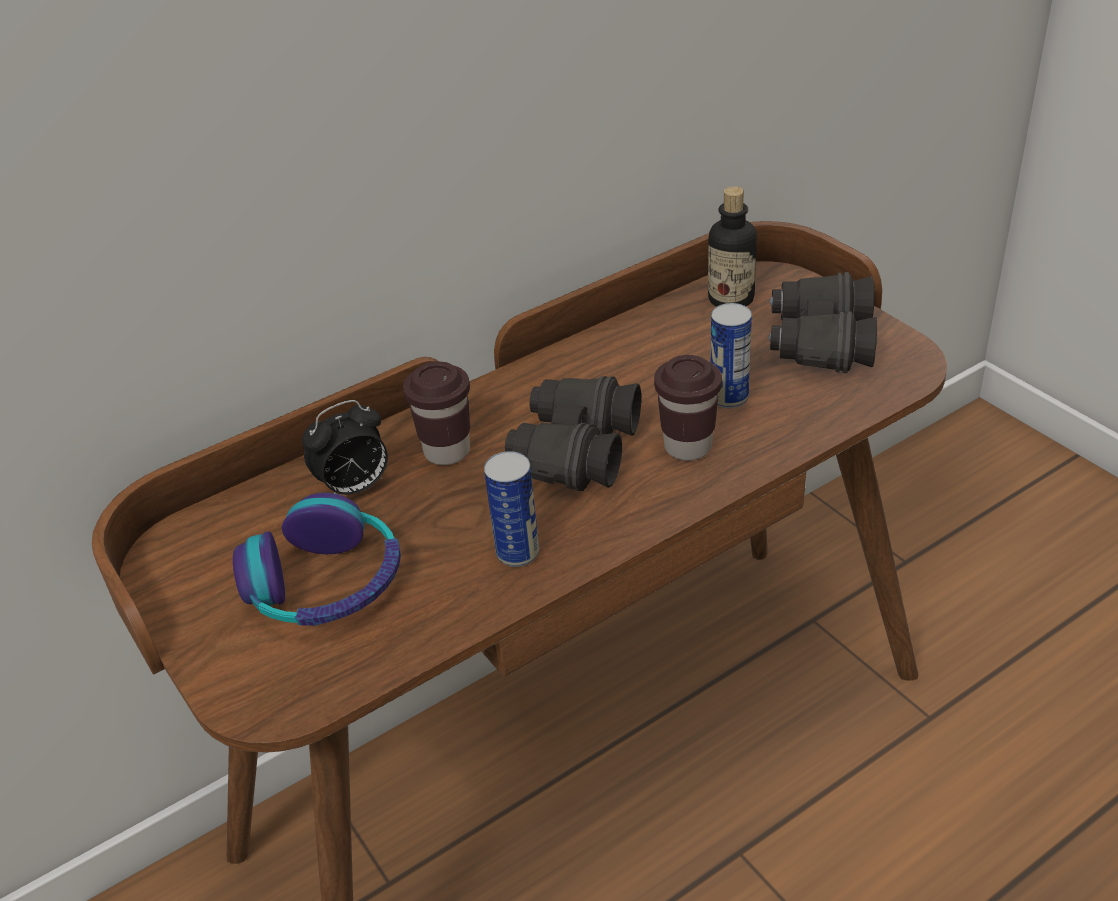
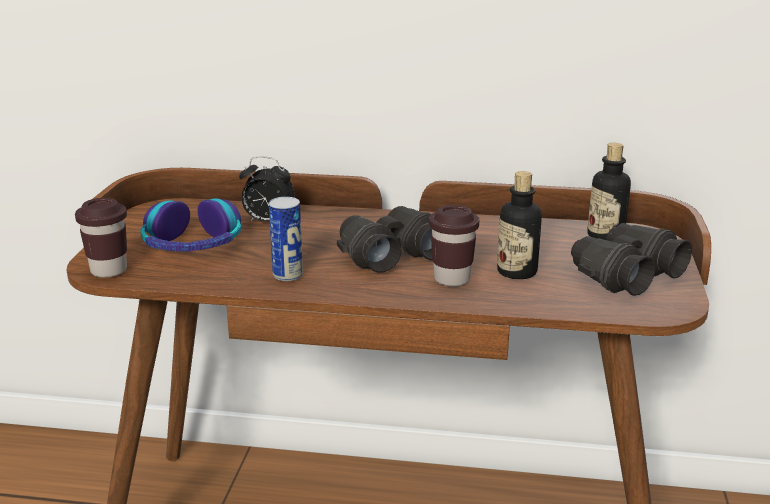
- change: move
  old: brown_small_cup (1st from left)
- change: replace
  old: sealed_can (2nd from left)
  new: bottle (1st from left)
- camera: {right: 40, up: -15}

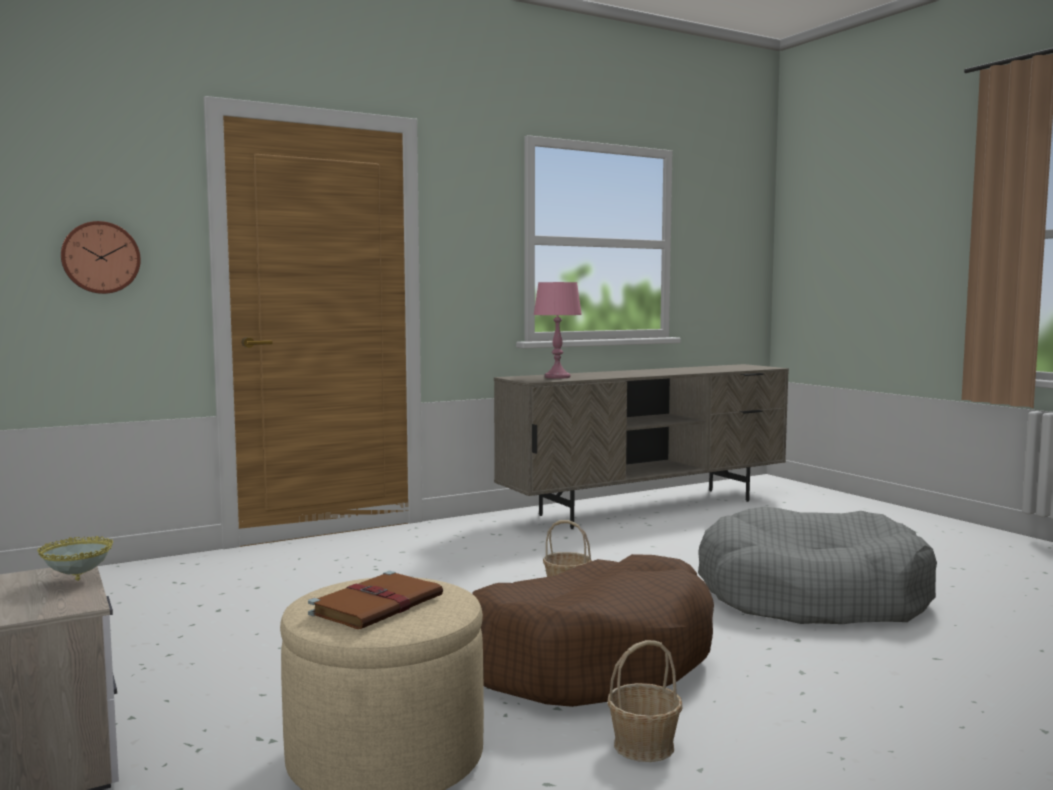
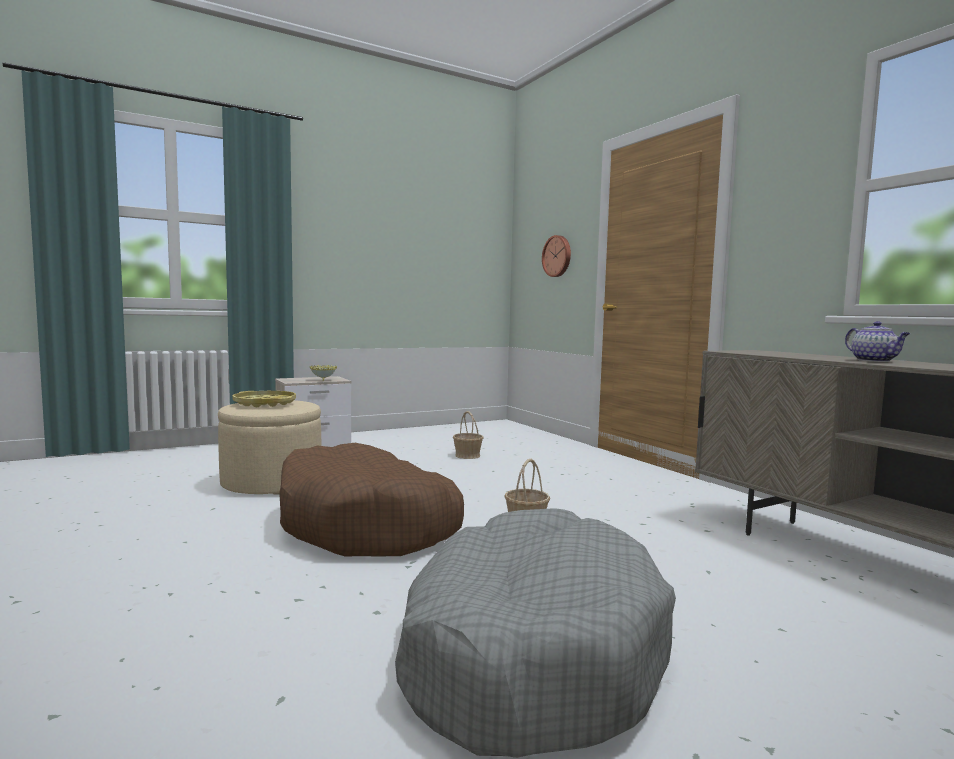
- change: delete
  old: pinkish_table_lamp
- change: insert
  new: pot_for_tea
- change: move
  old: household_basket (2nd from left in the first image)
  new: household_basket (1st from left)
- change: replace
  old: brown_bound_book
  new: yellow-coloured_serving_tray
- camera: {right: 90, up: 0}

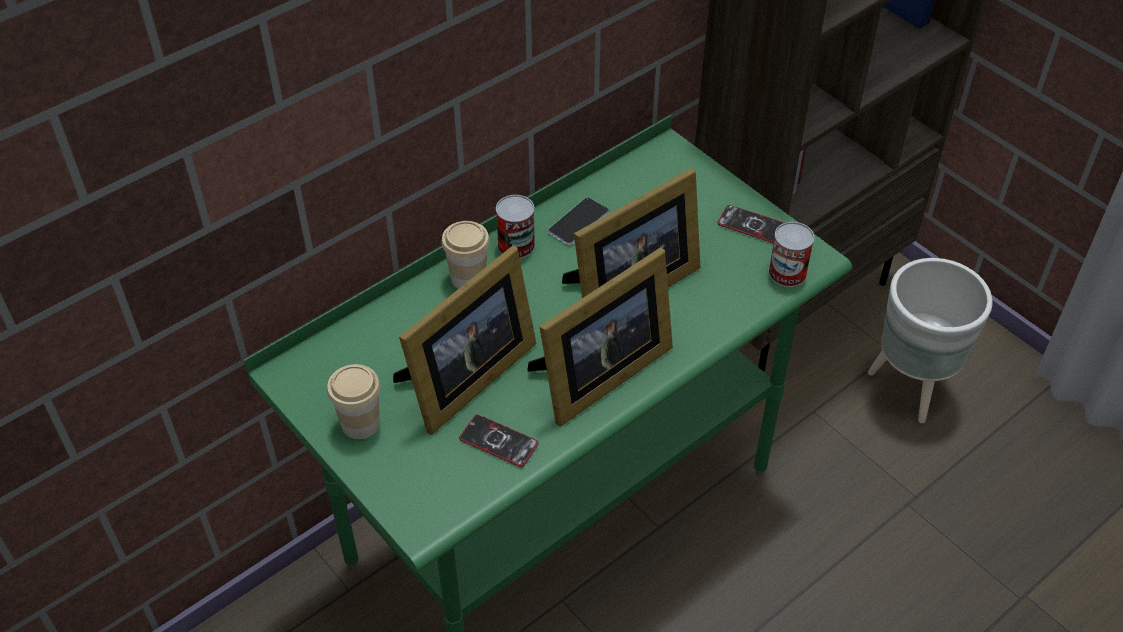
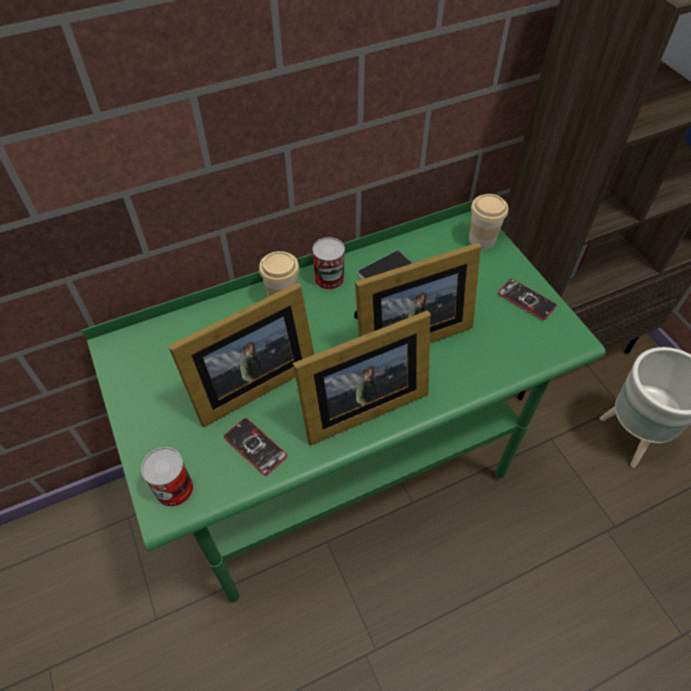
- change: move
  old: small_cup (1st from left in the first image)
  new: small_cup (2nd from left)
- change: move
  old: sealed_can (2nd from left in the first image)
  new: sealed_can (1st from left)
- camera: {right: 15, up: 5}

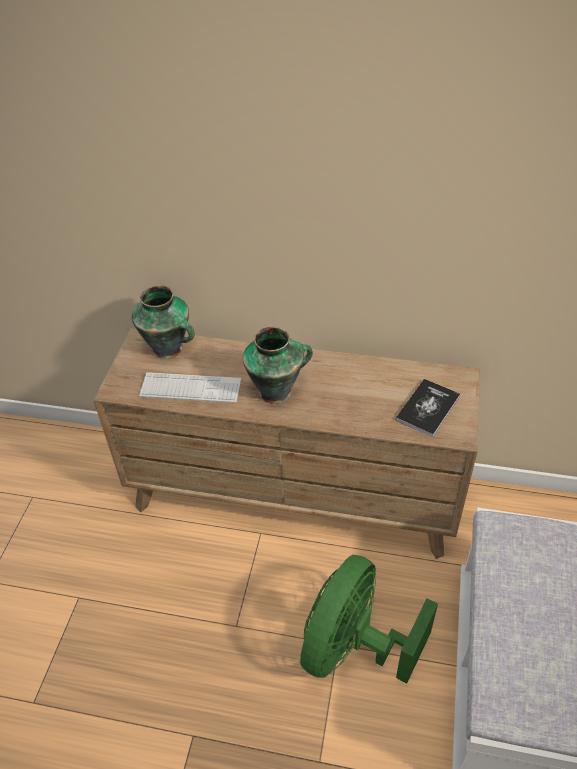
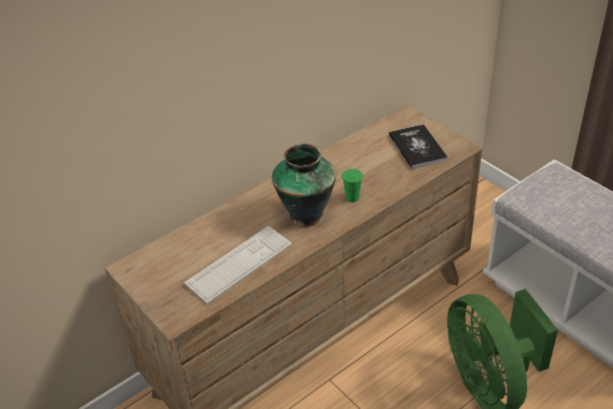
- change: delete
  old: vase (1st from left)
- change: insert
  new: green_small_cup
- camera: {right: -50, up: -5}

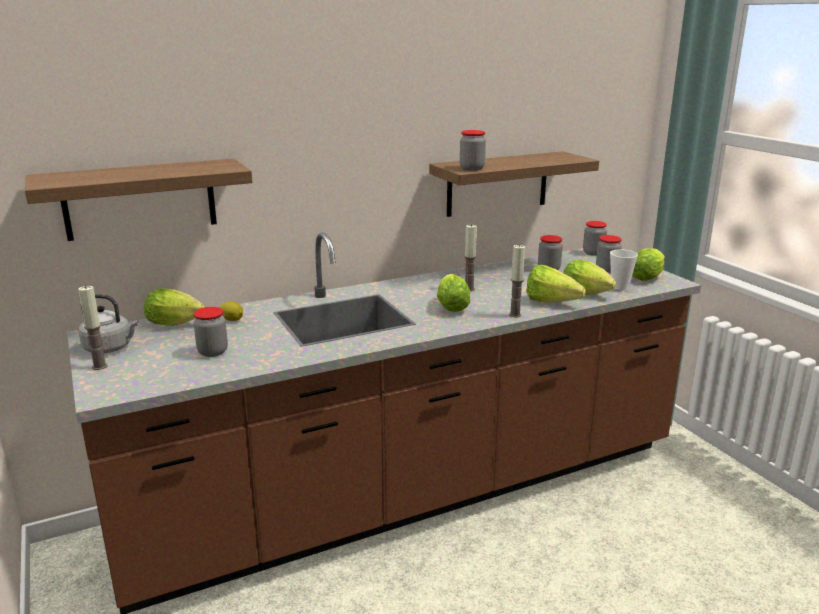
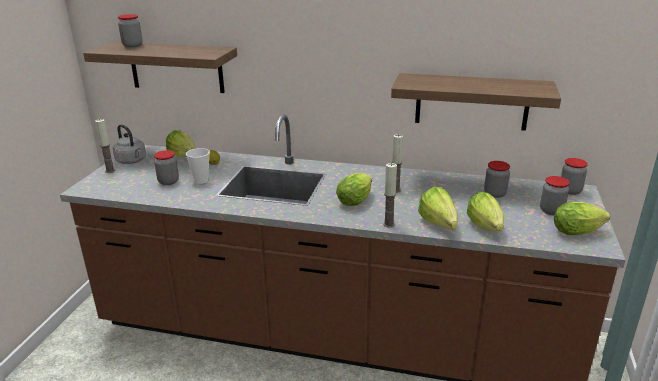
- change: move
  old: jar (2nd from left in the first image)
  new: jar (1st from left)
- change: move
  old: small_cup
- camera: {right: 40, up: 5}

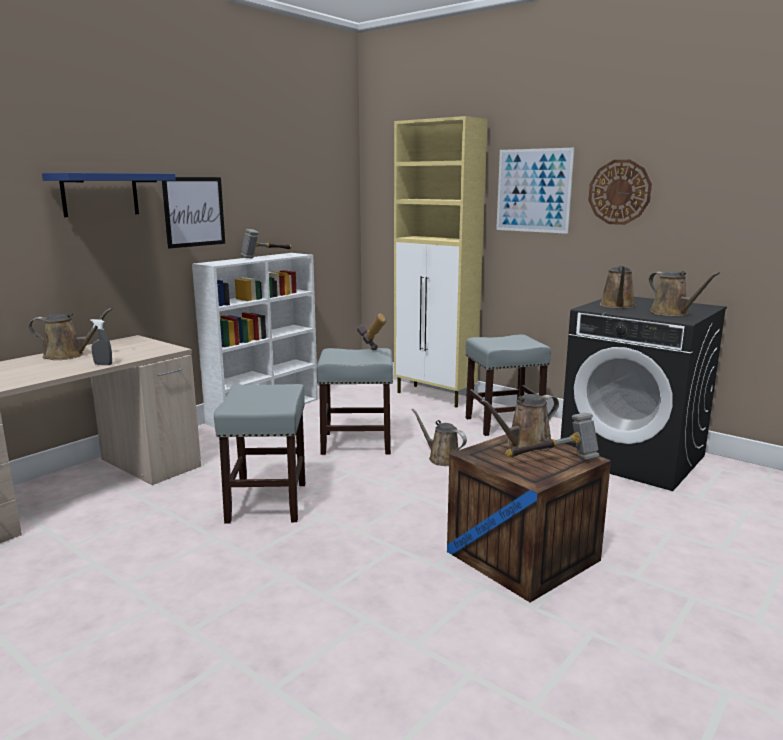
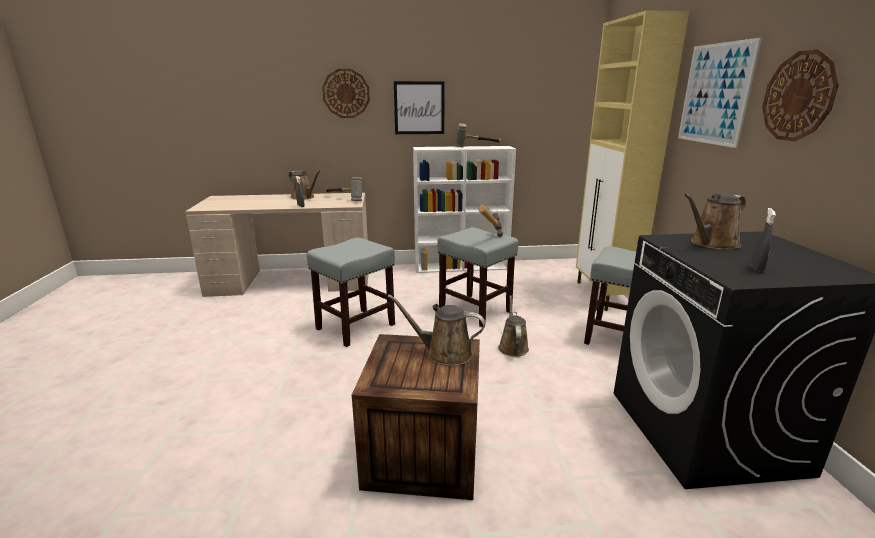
- change: move
  old: hand_hammer (3rd from left in the first image)
  new: hand_hammer (1st from left)
- change: replace
  old: blue_wall_shelf
  new: hanging_clock (1st from left)
- change: replace
  old: brown_sprinkling_can (5th from left)
  new: grey_spray_bottle (2nd from left)
- camera: {right: 45, up: 5}

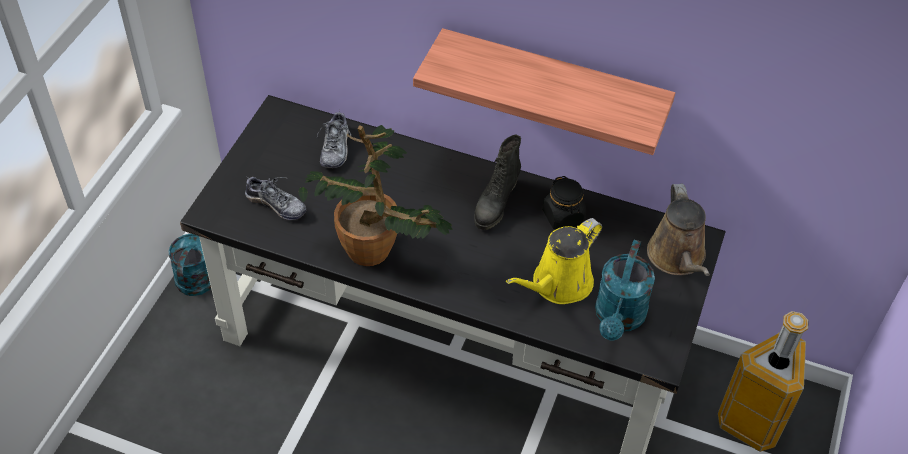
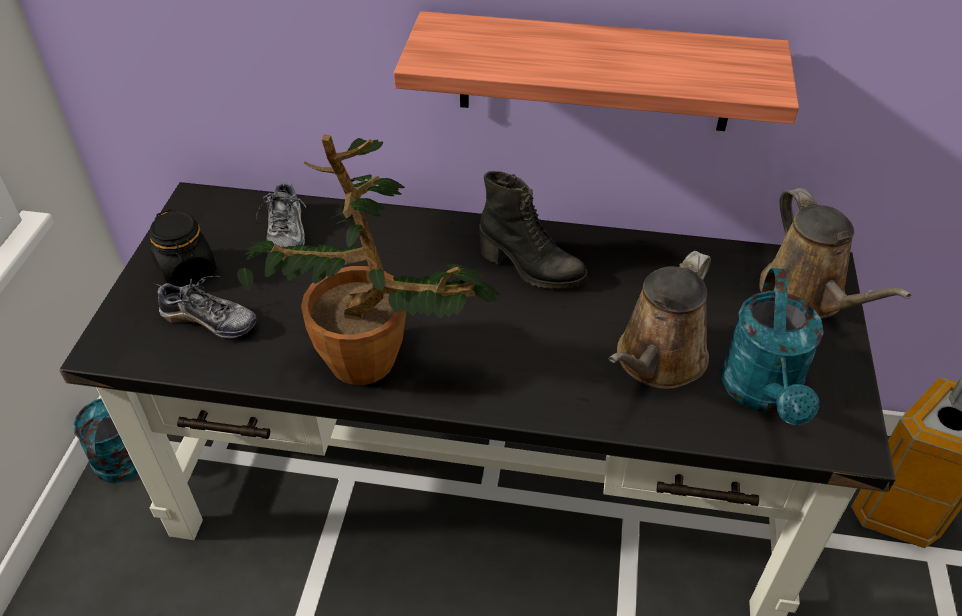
- change: move
  old: blackish_jar
- change: recolor
  old: yellow-coloured_sprinkling_can
  new: brown_sprinkling_can (1st from left)
- change: rotate
  old: blackish_high-top_boot
  degrees: -75
- camera: {right: -10, up: -5}

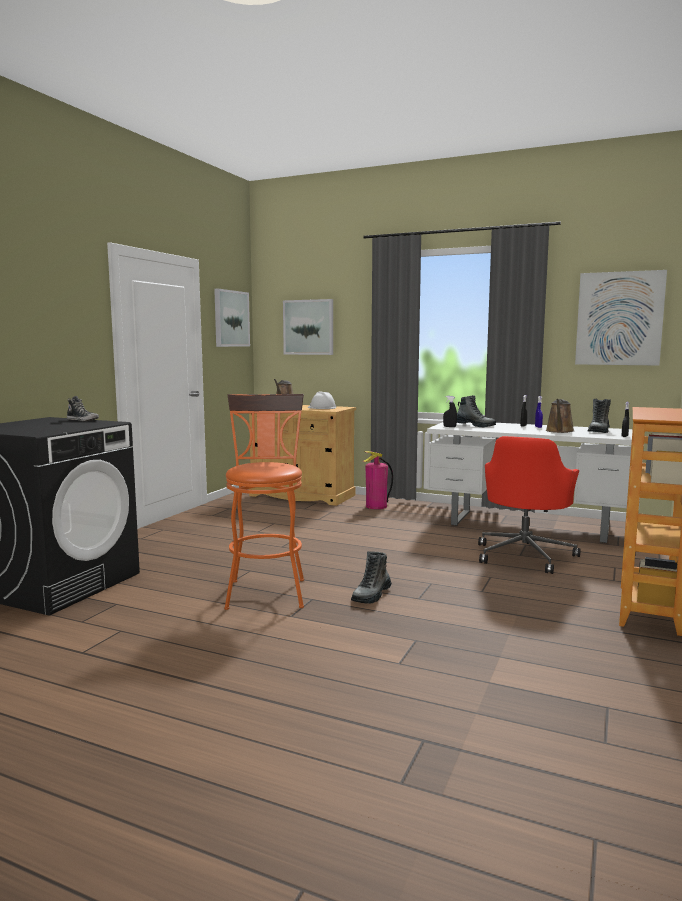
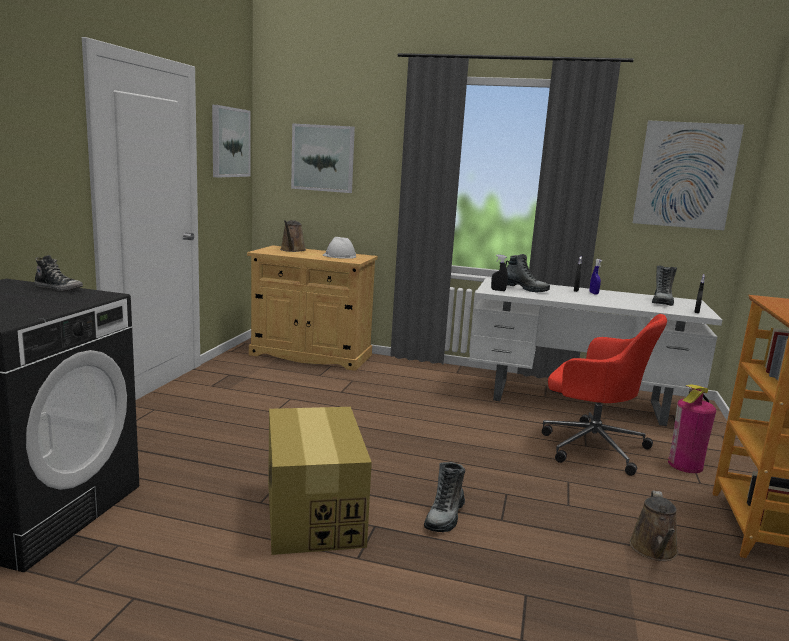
- change: move
  old: fire-fighting_cylinder
- change: move
  old: brown_sprinkling_can (2nd from left)
- change: replace
  old: orangey_stool
  new: carton
- change: rotate
  old: reddish_computer_chair
  degrees: -75
- camera: {right: -10, up: 5}

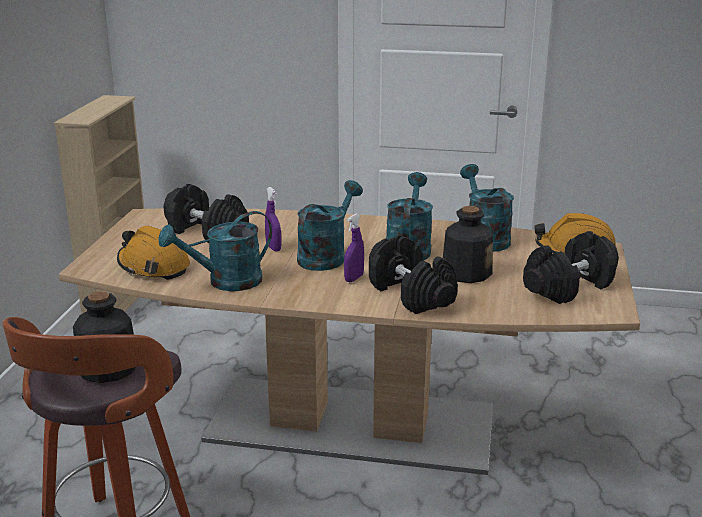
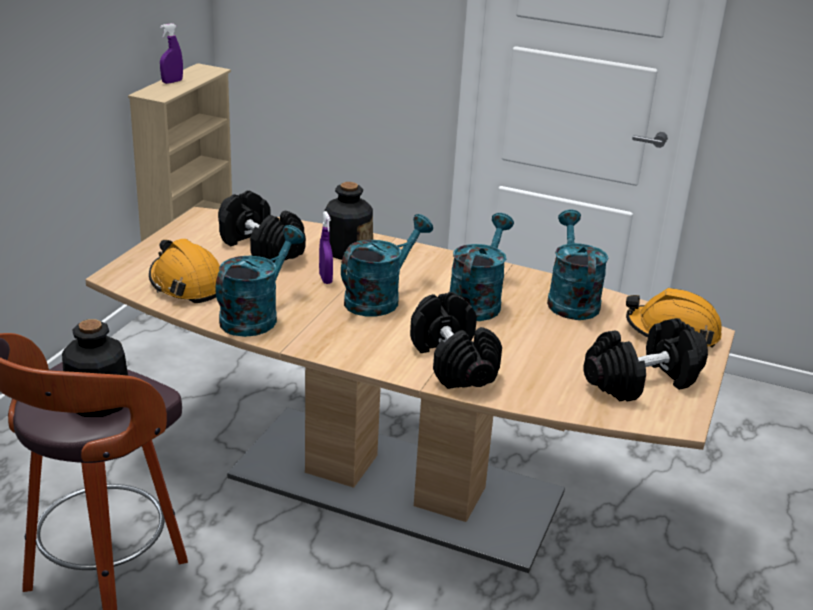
- change: move
  old: purple-coloured_spray_bottle (2nd from left in the first image)
  new: purple-coloured_spray_bottle (1st from left)
- change: move
  old: bottle (2nd from left)
- change: rotate
  old: turquoise-coloured_sprinkling_can (1st from left)
  degrees: 135
- camera: {right: 10, up: 5}

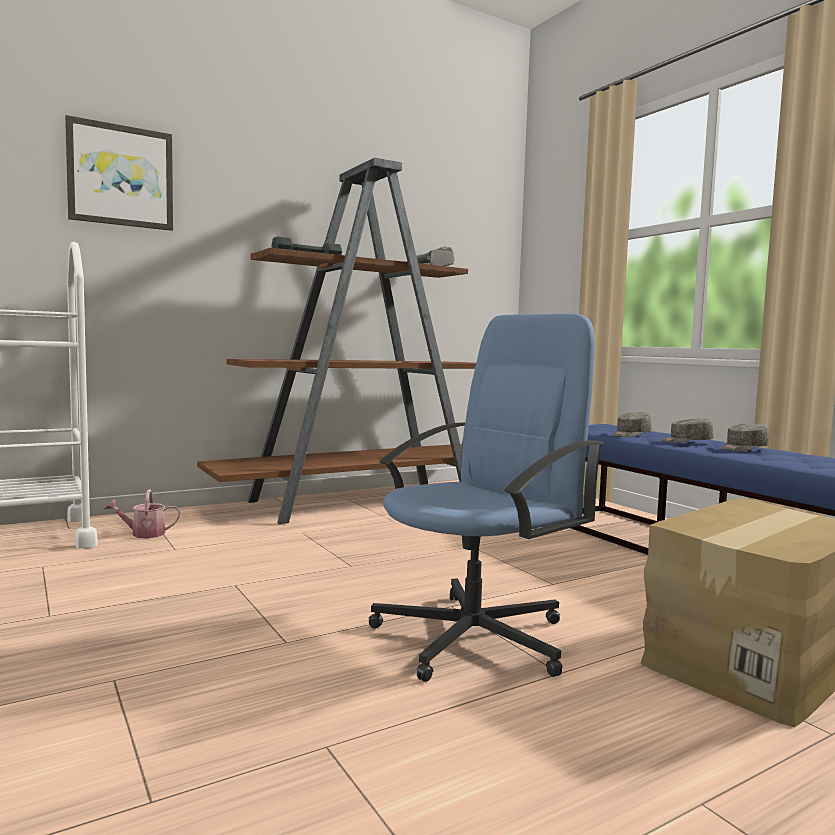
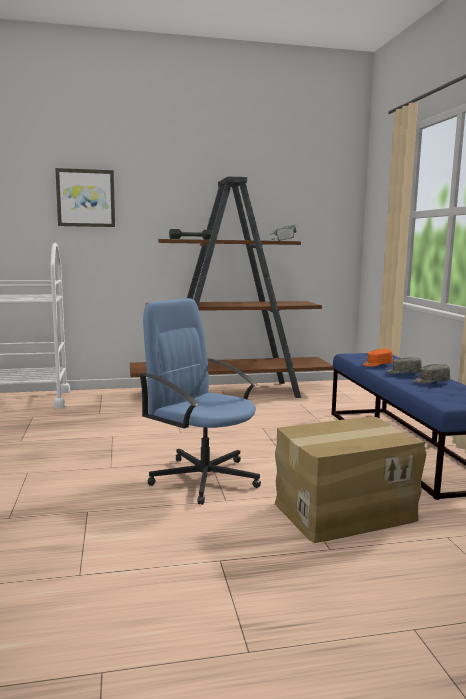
- change: delete
  old: sprinkling_can
- change: recolor
  old: grey_cap (1st from left)
  new: orangey_cap
- change: rotate
  old: blue_computer_chair
  degrees: -120
- camera: {right: 20, up: 5}

